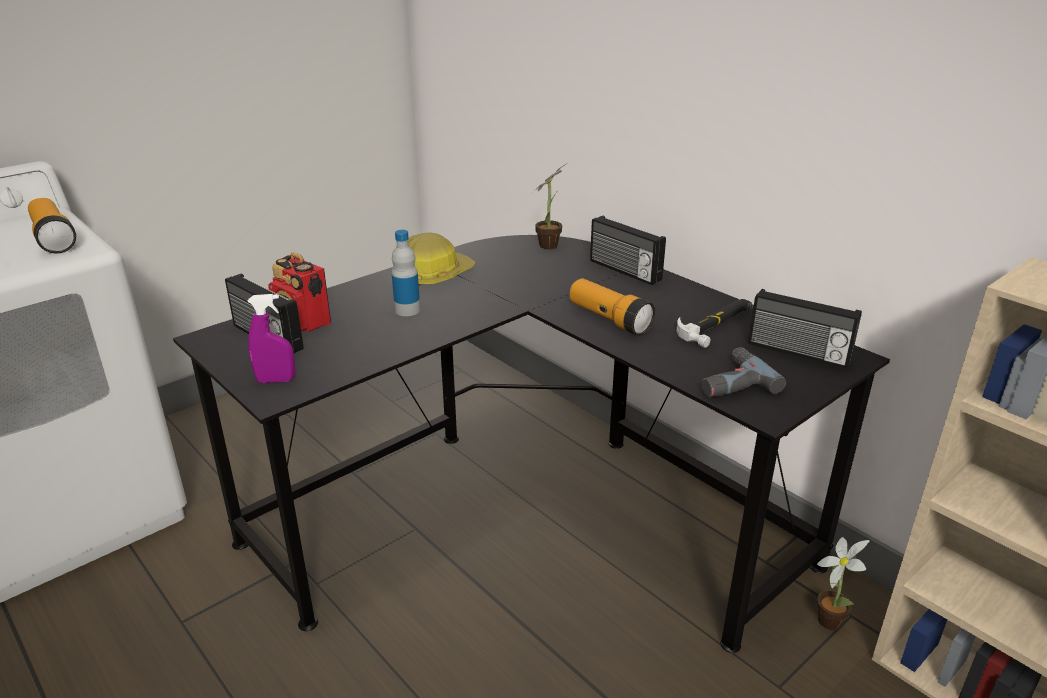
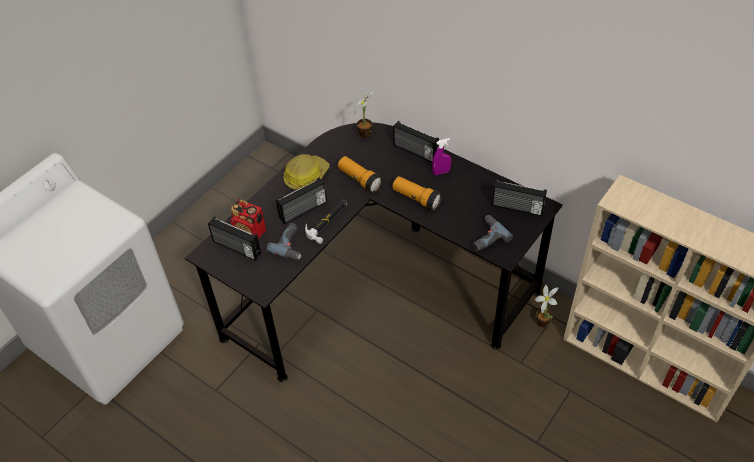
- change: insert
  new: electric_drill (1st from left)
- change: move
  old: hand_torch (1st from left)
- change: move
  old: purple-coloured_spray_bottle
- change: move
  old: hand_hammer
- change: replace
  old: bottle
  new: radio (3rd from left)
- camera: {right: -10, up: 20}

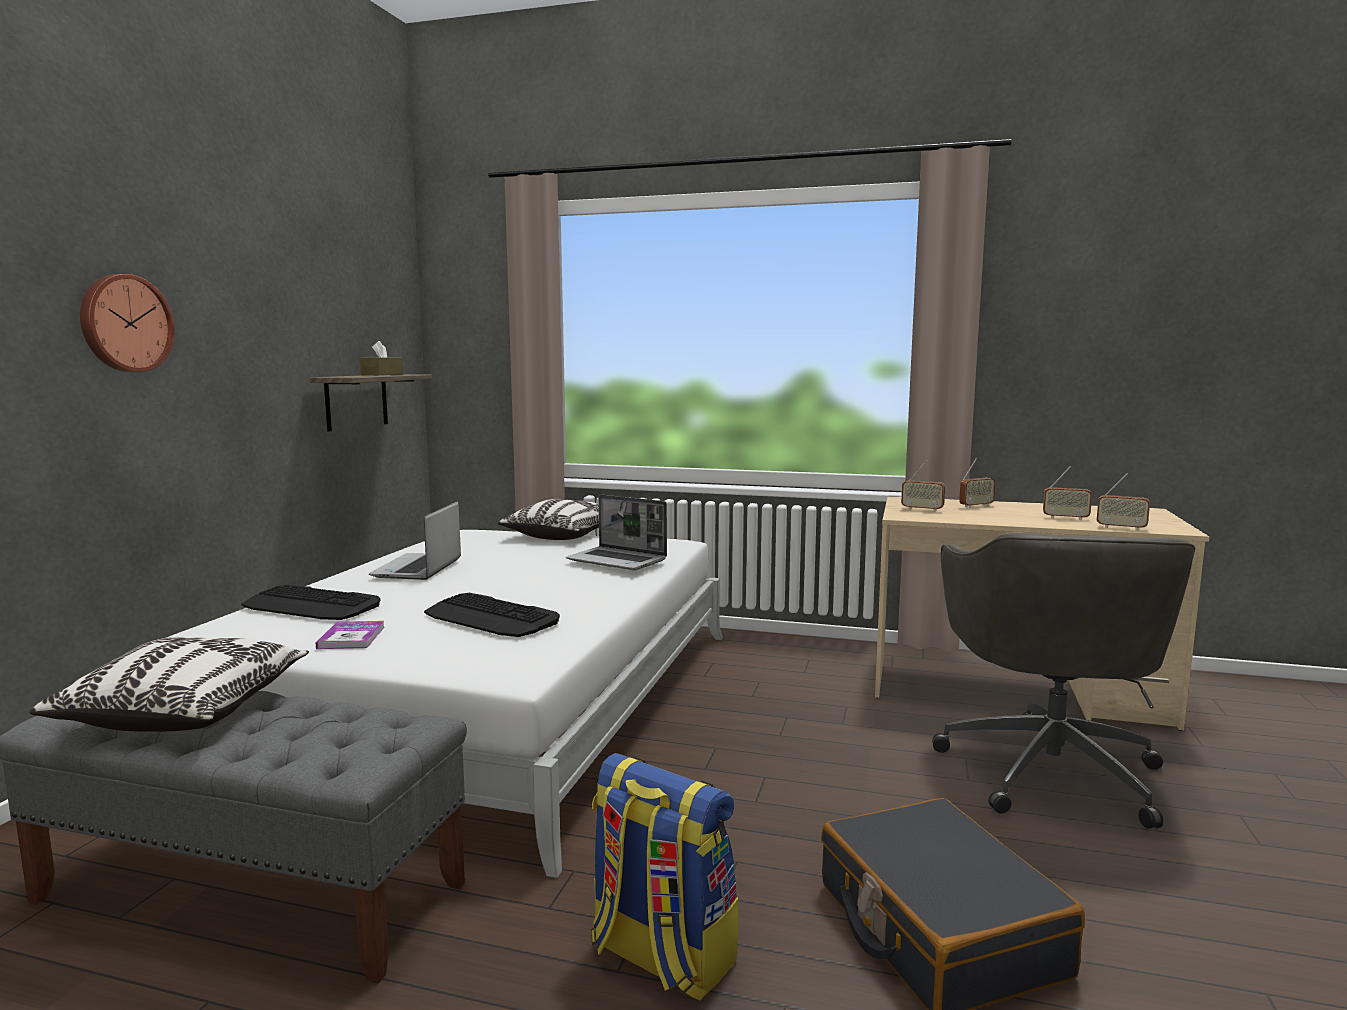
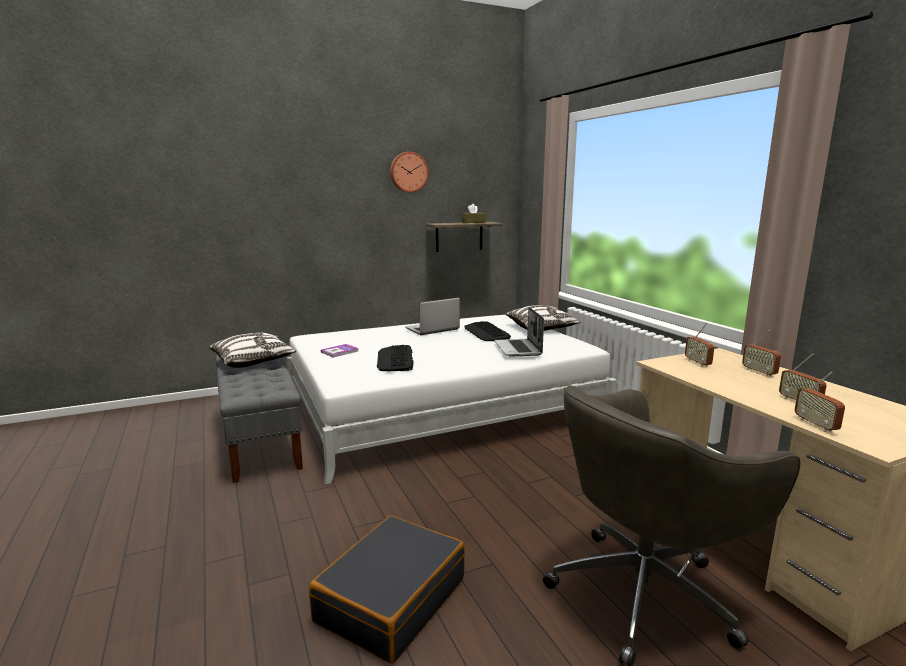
- change: delete
  old: rucksack
- change: move
  old: hanging_clock
- change: move
  old: computer_keyboard (1st from left in the first image)
  new: computer_keyboard (2nd from left)
- change: rotate
  old: radio (2nd from left)
  degrees: 45
- camera: {right: 50, up: 5}

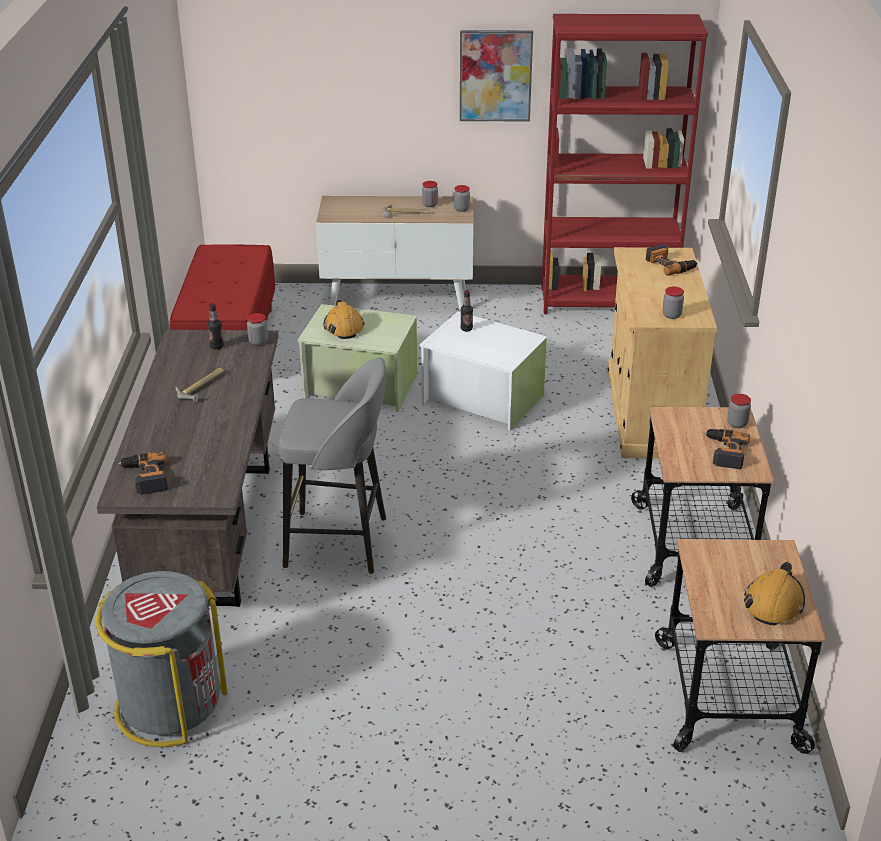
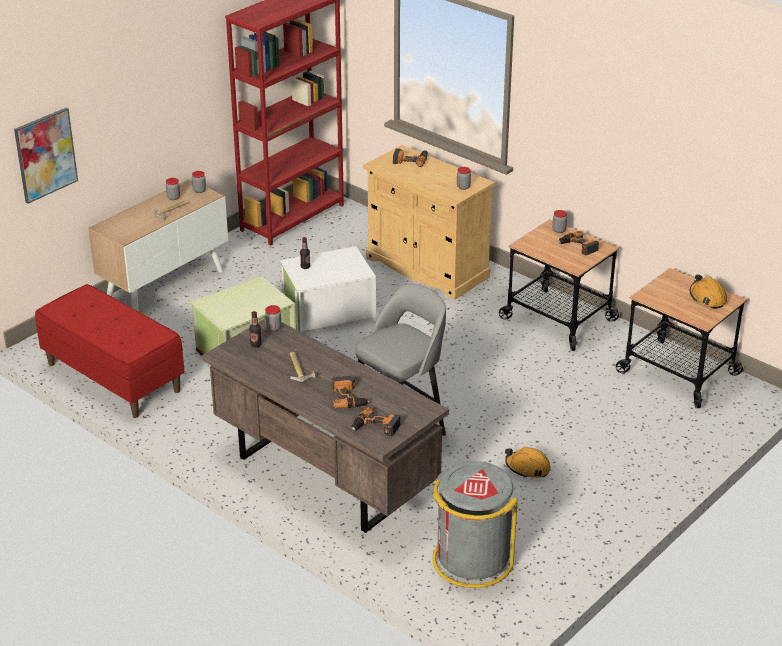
- change: insert
  new: electric_drill (1st from left)
- change: move
  old: orangey_safety_helmet (1st from left)
- change: move
  old: picture
- camera: {right: -50, up: 0}

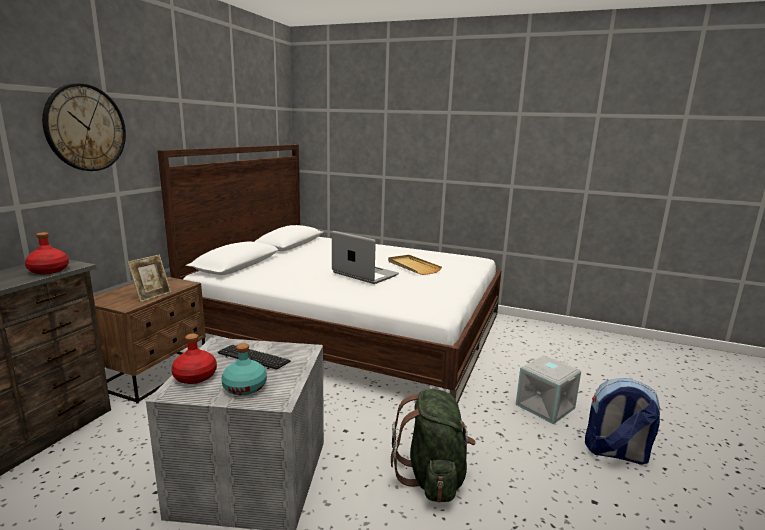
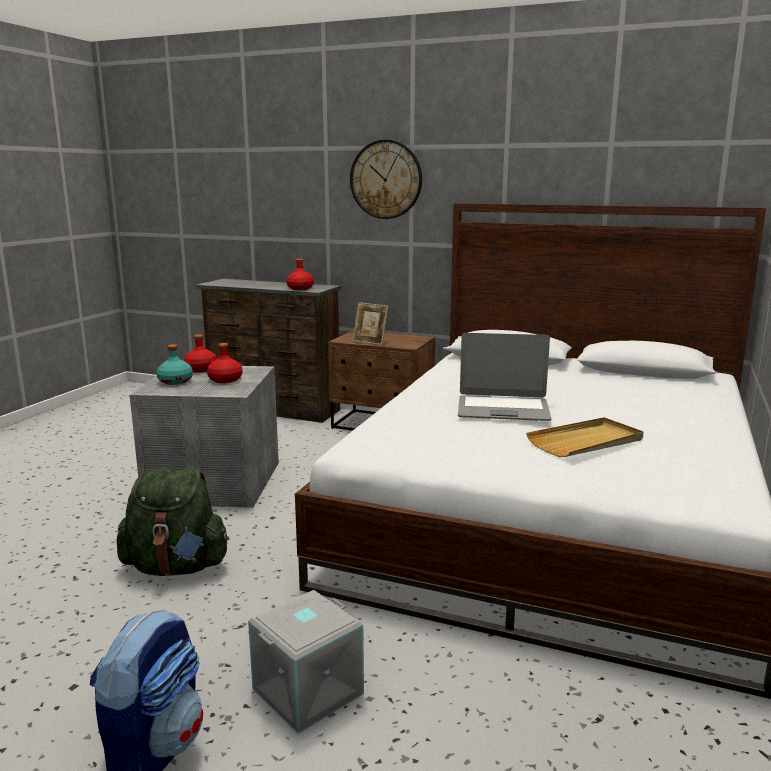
- change: replace
  old: computer_keyboard
  new: reddish_bottle (2nd from left)
- change: rotate
  old: notebook_computer
  degrees: 60
- camera: {right: 90, up: 0}

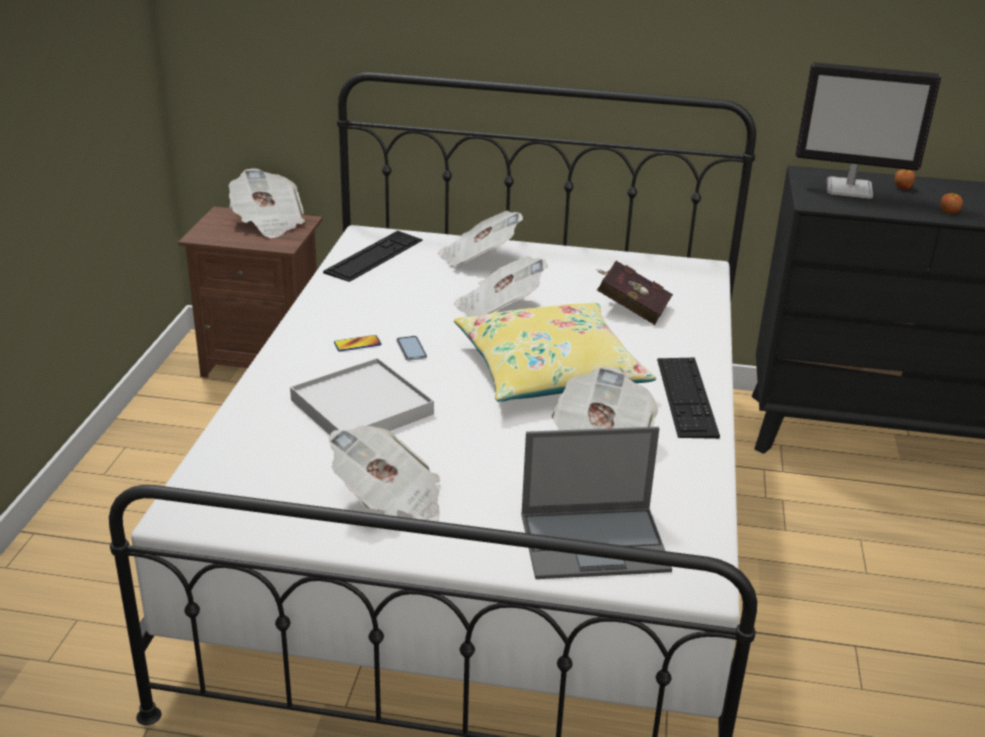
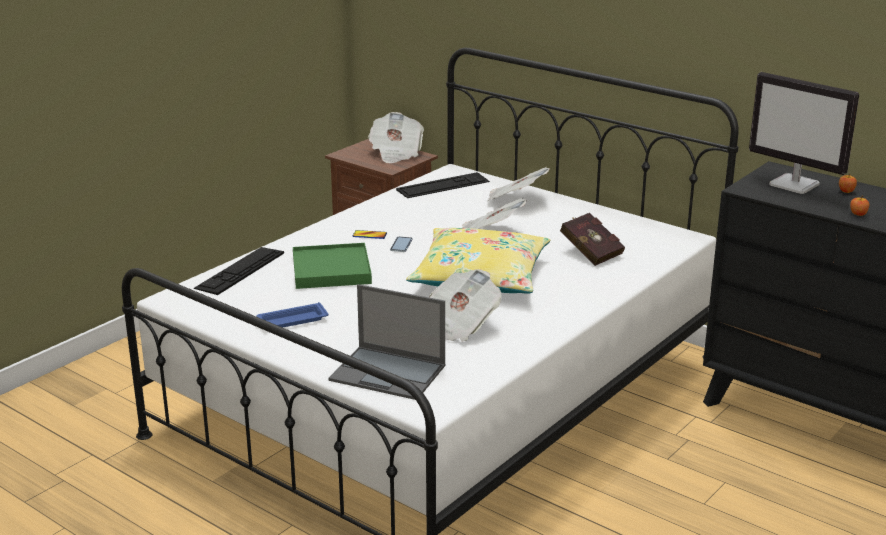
- change: move
  old: computer_keyboard (2nd from left in the first image)
  new: computer_keyboard (1st from left)
- change: replace
  old: printed_paper (2nd from left)
  new: blue_serving_tray
- change: recolor
  old: whitish_serving_tray
  new: green_serving_tray
- camera: {right: 30, up: -5}

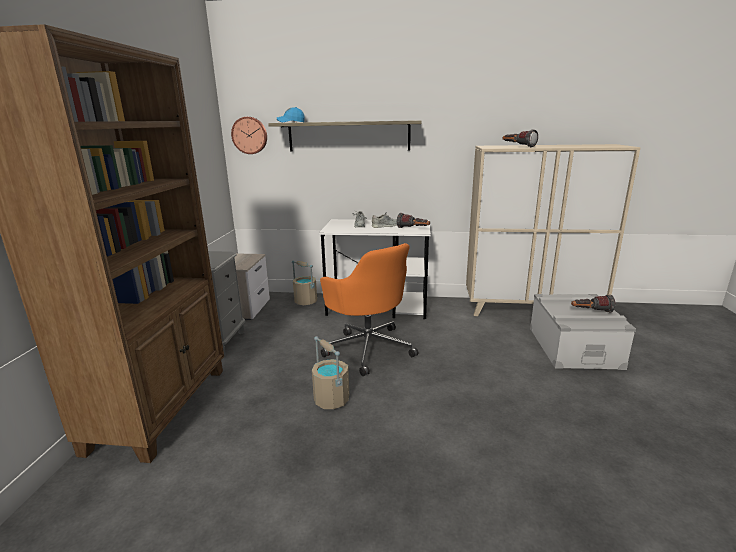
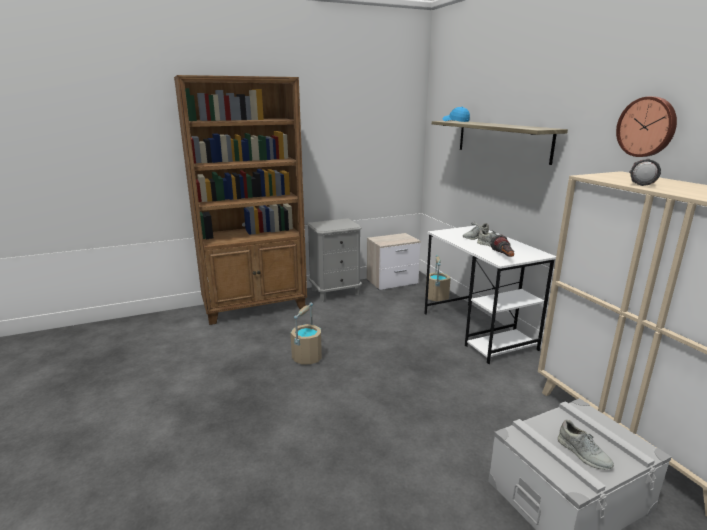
- change: delete
  old: orangey_computer_chair
- change: move
  old: hanging_clock
- change: replace
  old: hand_torch (3rd from left)
  new: grey_shoe (3rd from left)
- camera: {right: 60, up: 0}

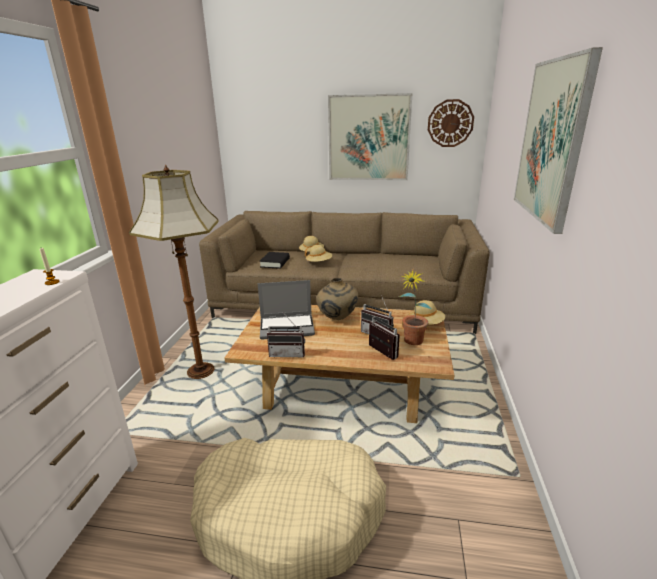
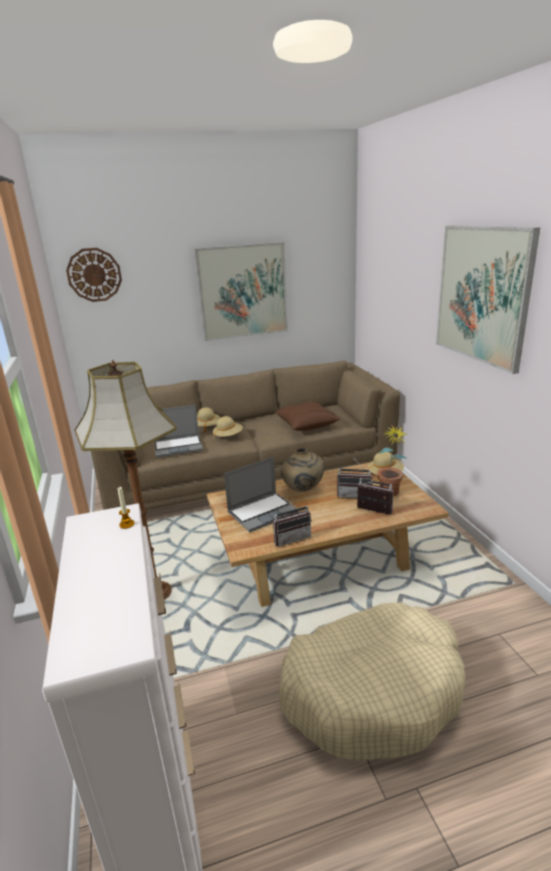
- change: insert
  new: brown_throw_pillow
- change: move
  old: hanging_clock
- change: replace
  old: blackish_bound_book
  new: notebook_computer (1st from left)
- camera: {right: -25, up: 0}

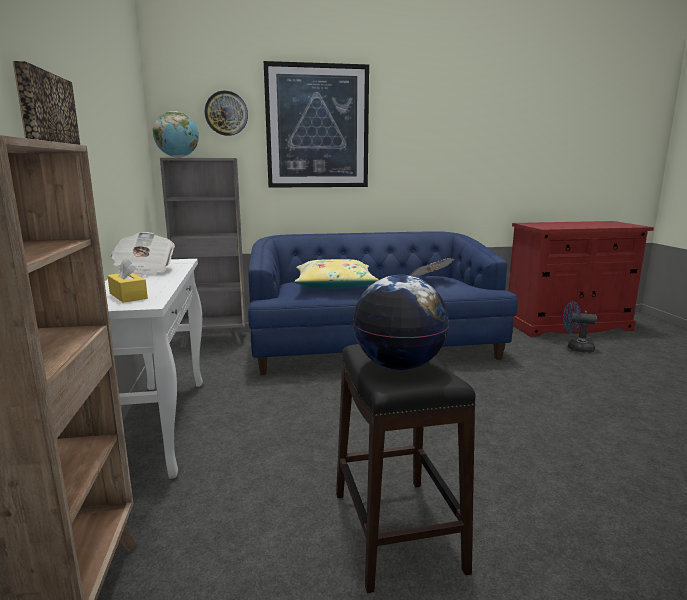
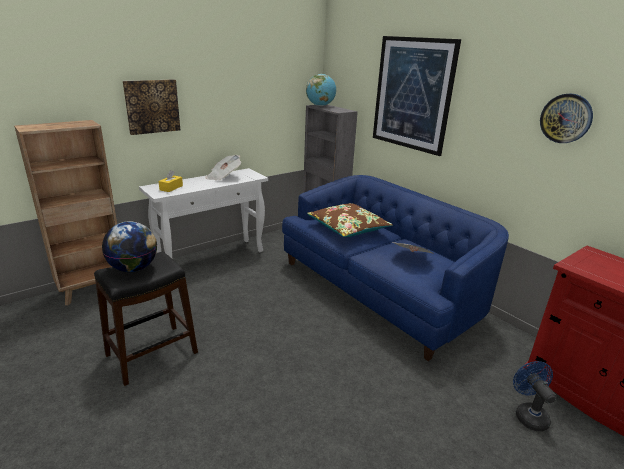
- change: move
  old: hanging_clock
- change: recolor
  old: yellow-coloured_throw_pillow
  new: brown_throw_pillow
- camera: {right: 60, up: 10}

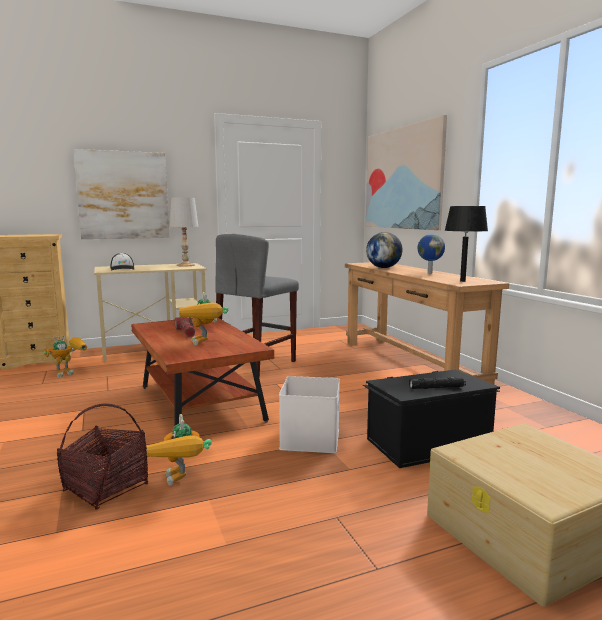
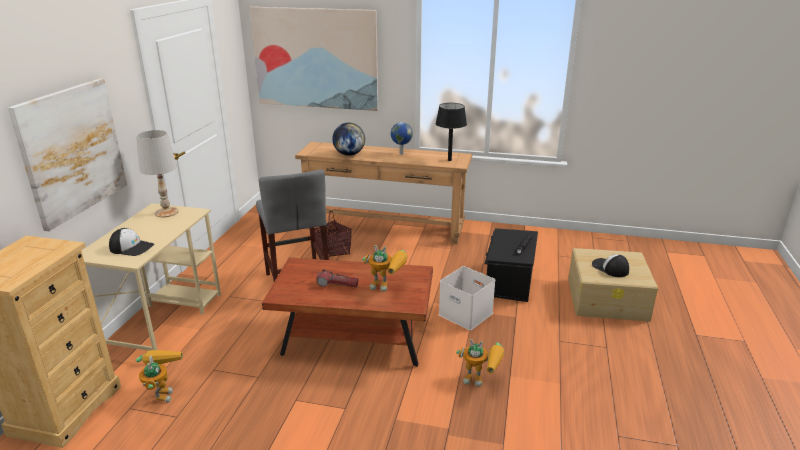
- change: insert
  new: cap (2nd from left)
- change: move
  old: household_basket
- camera: {right: -55, up: 15}

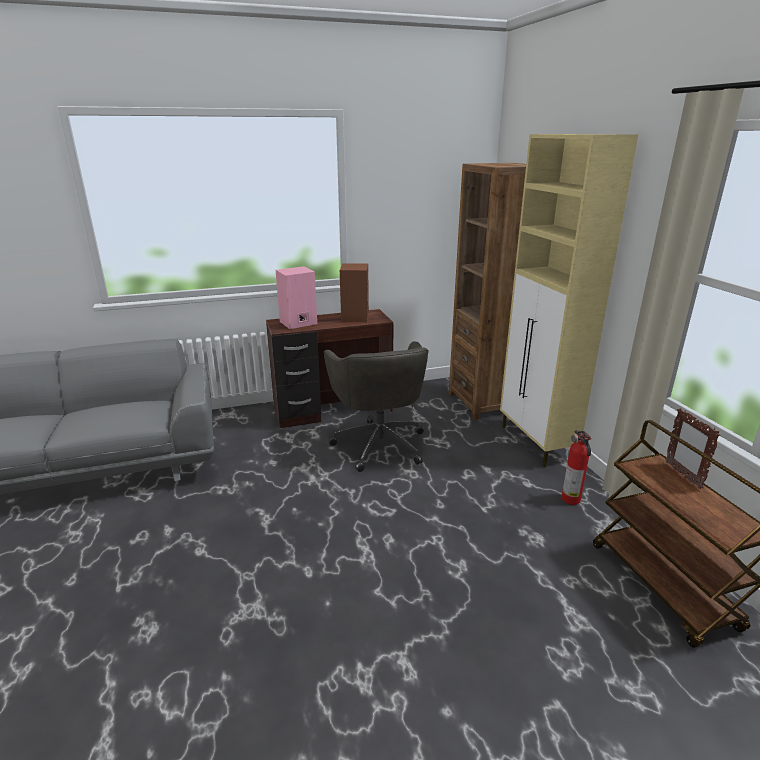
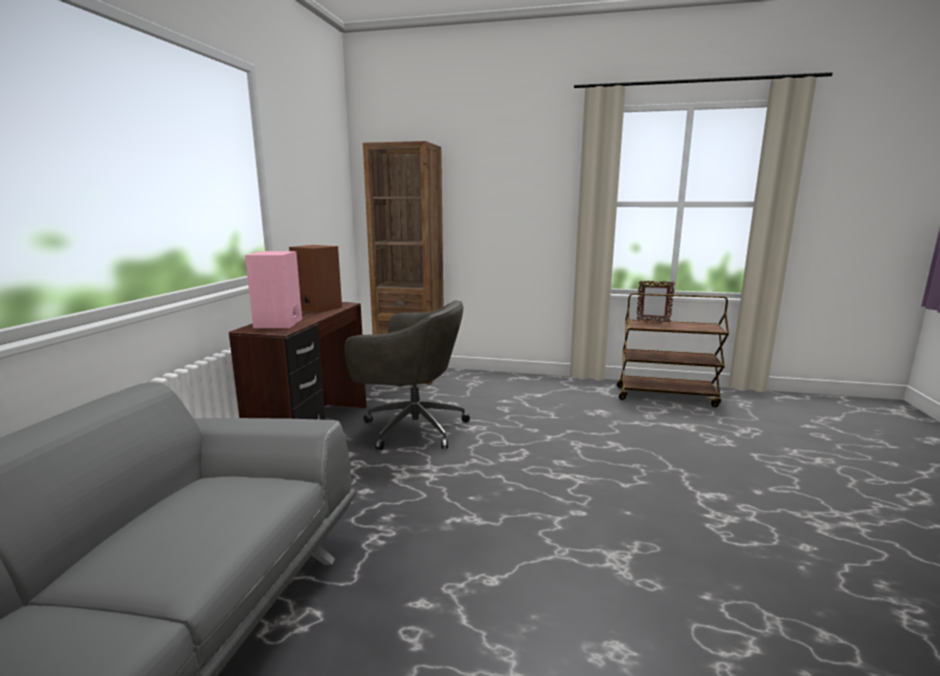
- change: delete
  old: sand-coloured_cabinet
- change: delete
  old: fire-fighting_cylinder
- camera: {right: -60, up: -10}

